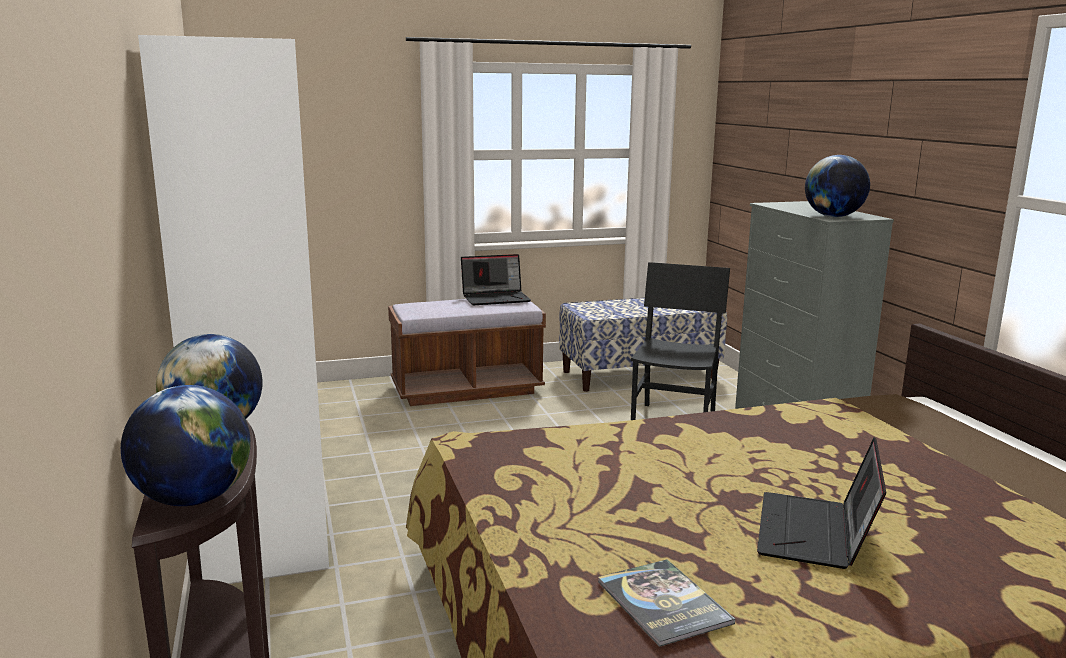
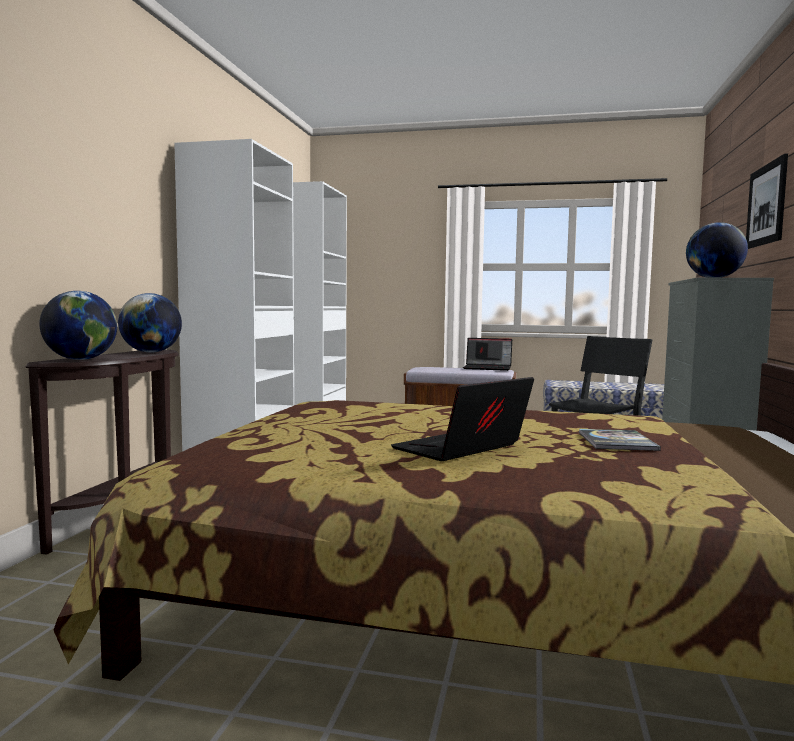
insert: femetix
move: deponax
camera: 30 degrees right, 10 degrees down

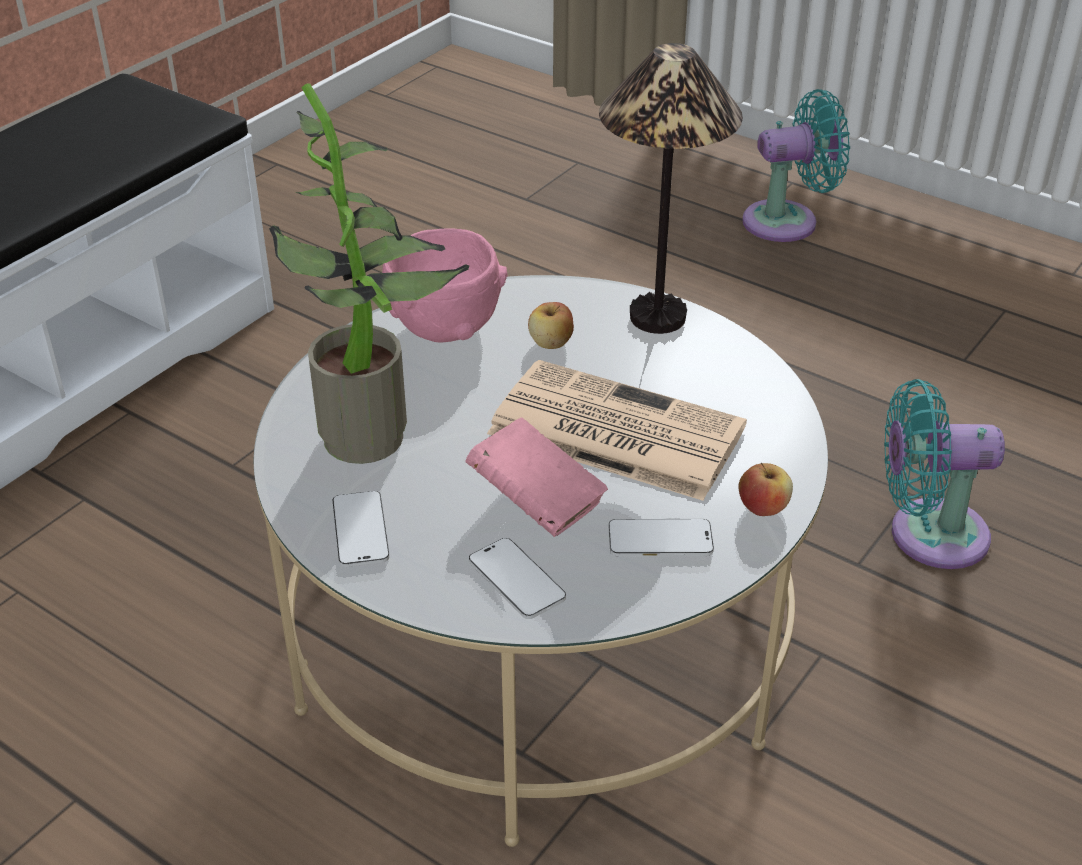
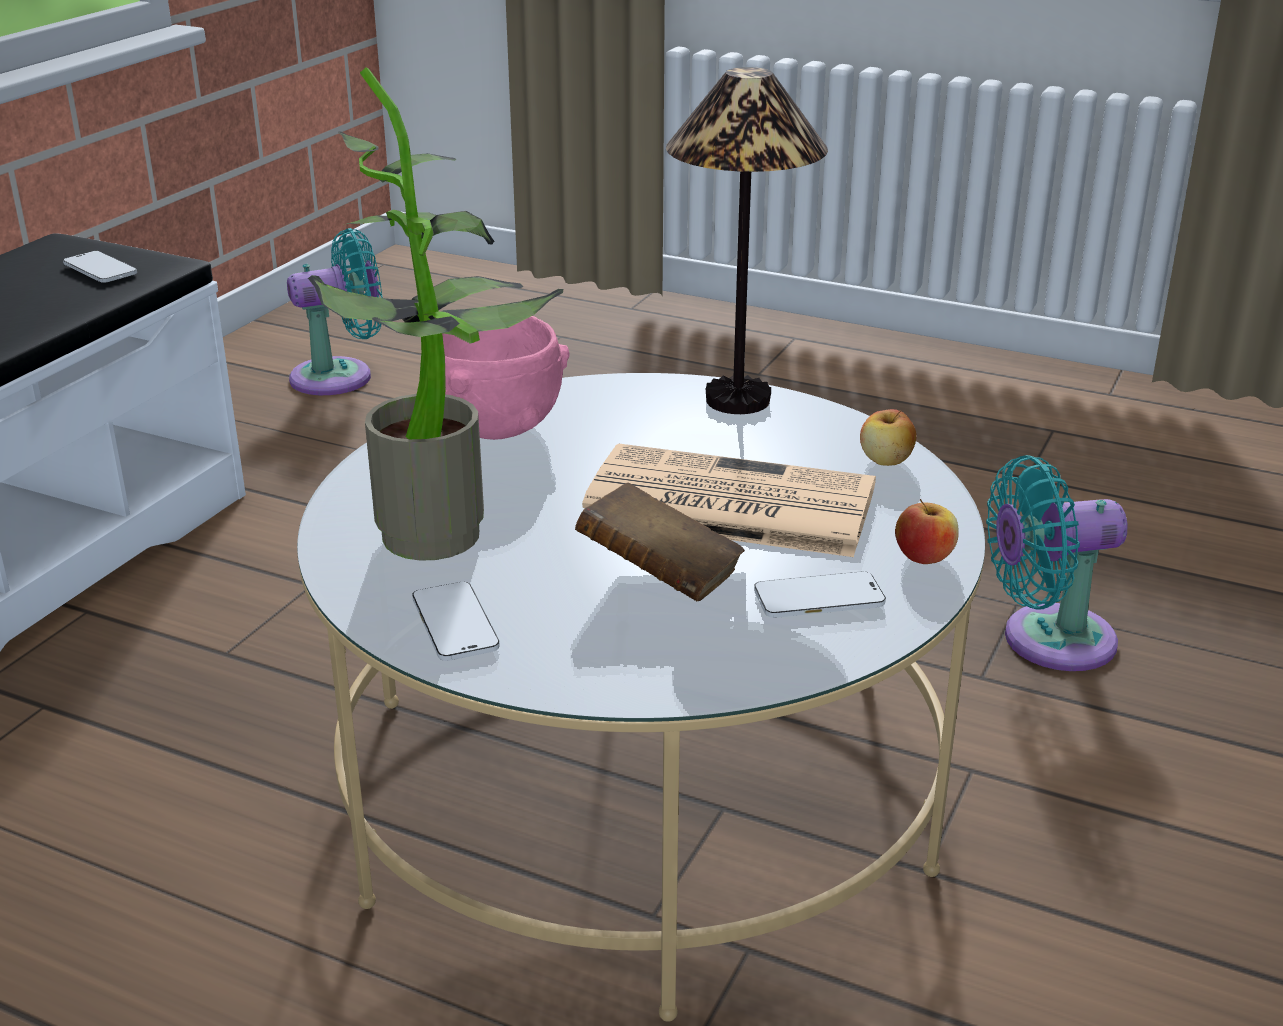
move: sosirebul (2nd from left in the first image) to sosirebul (1st from left); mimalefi (1st from left); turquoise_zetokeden (1st from left)
recolor: pink_deponax to brown_deponax
camera: 10 degrees left, 10 degrees down

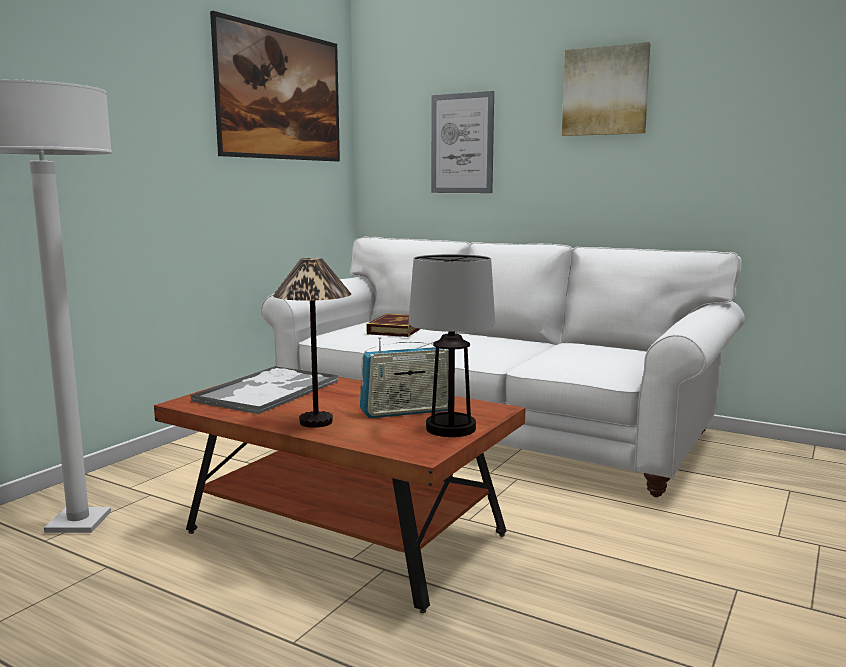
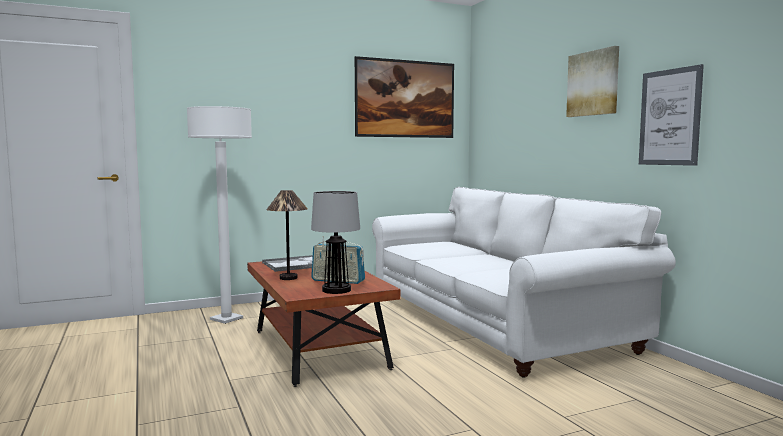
delete: deponax
move: femetix (2nd from left in the first image) to femetix (3rd from left)
camera: 35 degrees right, 5 degrees down

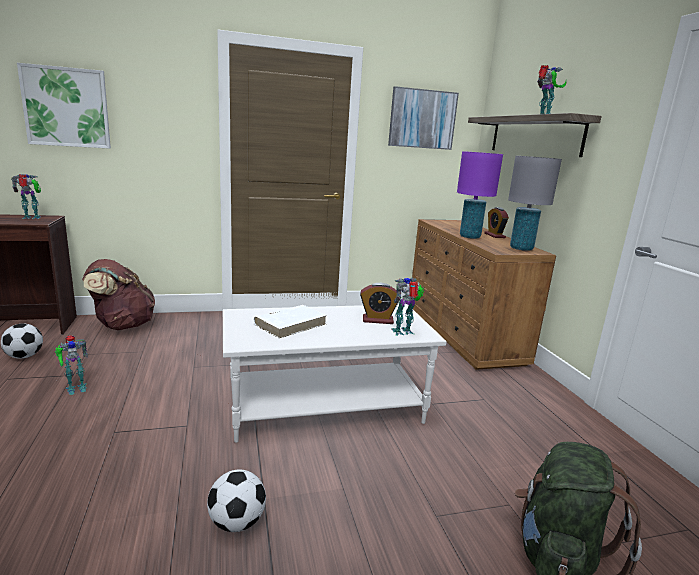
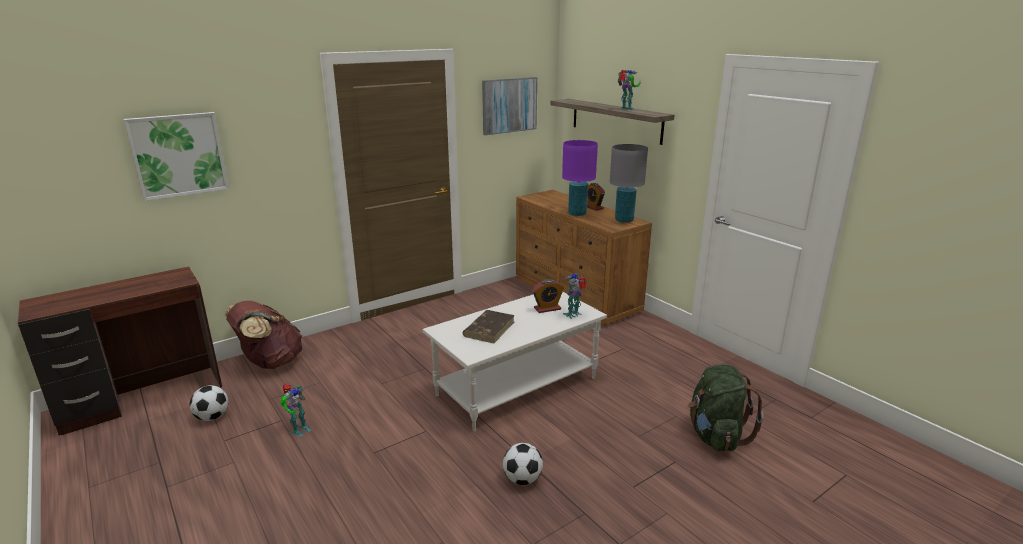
delete: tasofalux (1st from left)
recolor: white_deponax to brown_deponax
camera: 20 degrees left, 5 degrees up

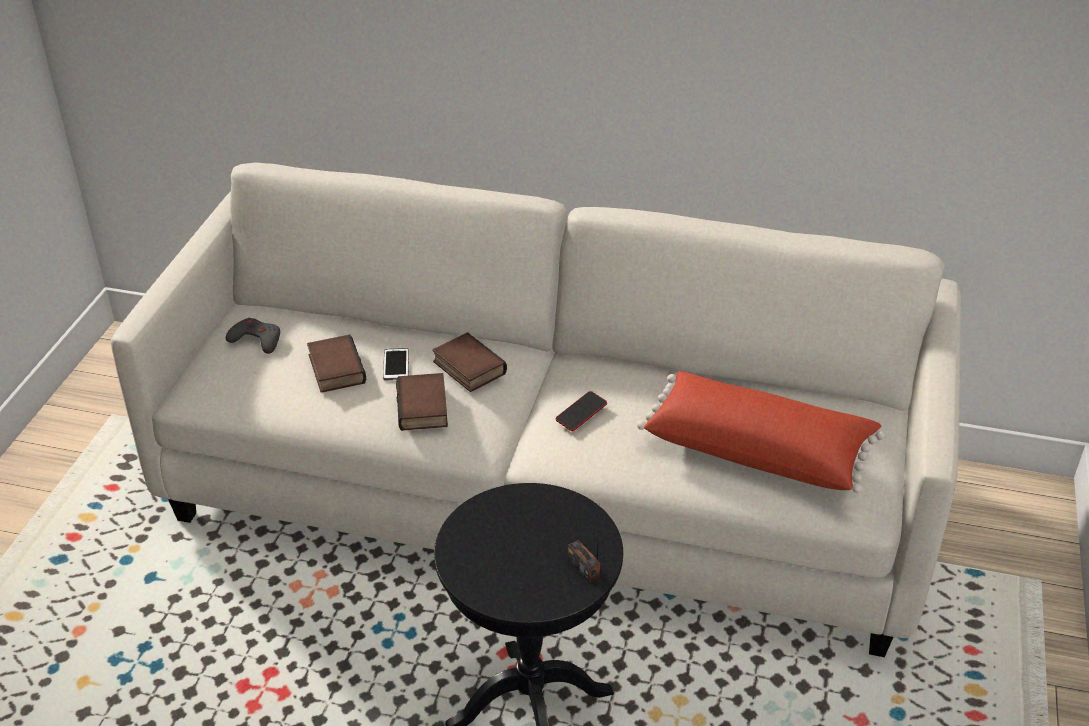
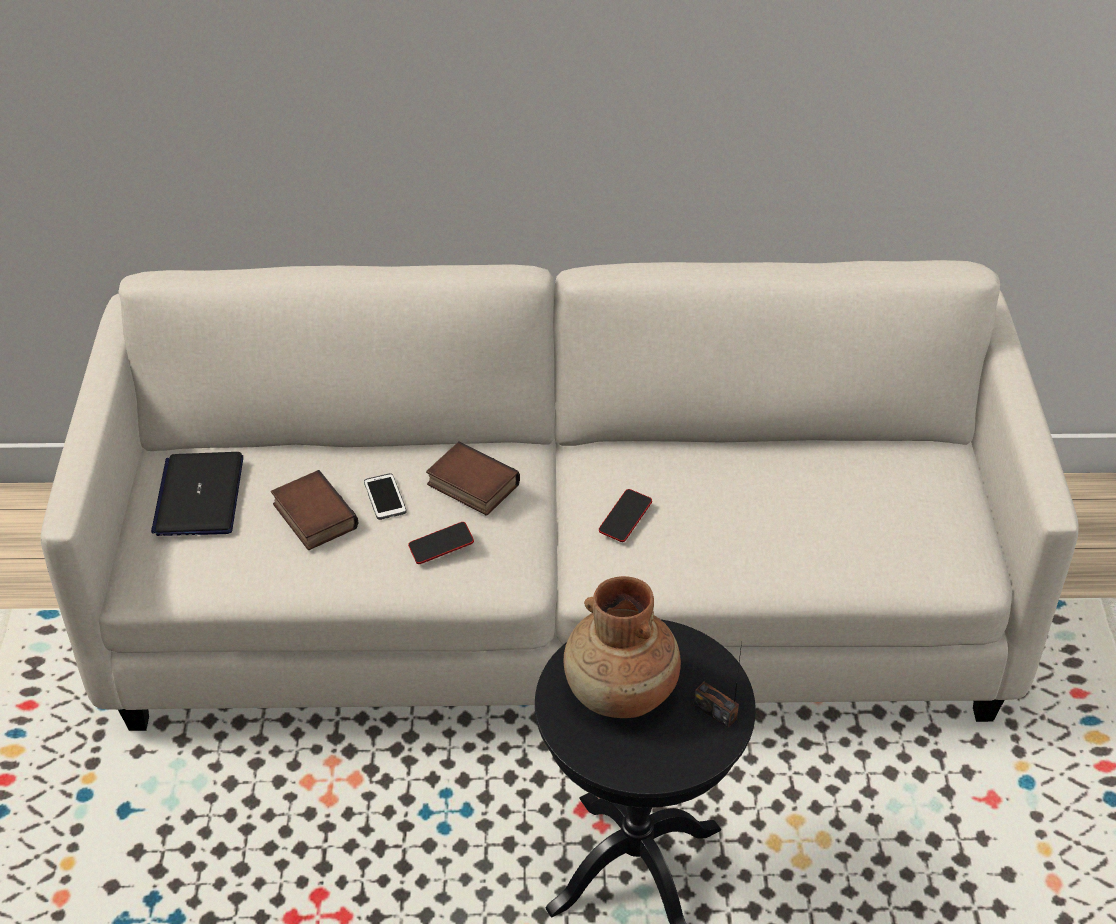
delete: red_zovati
insert: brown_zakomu
replace: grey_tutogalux to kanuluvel; deponax (2nd from left) to sosirebul (2nd from left)
camera: 15 degrees left, 5 degrees up

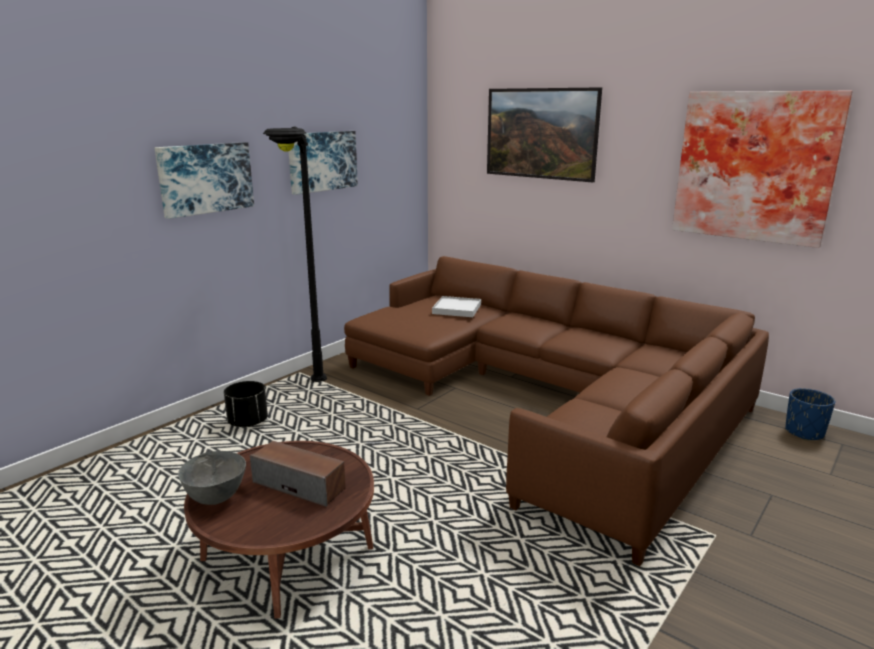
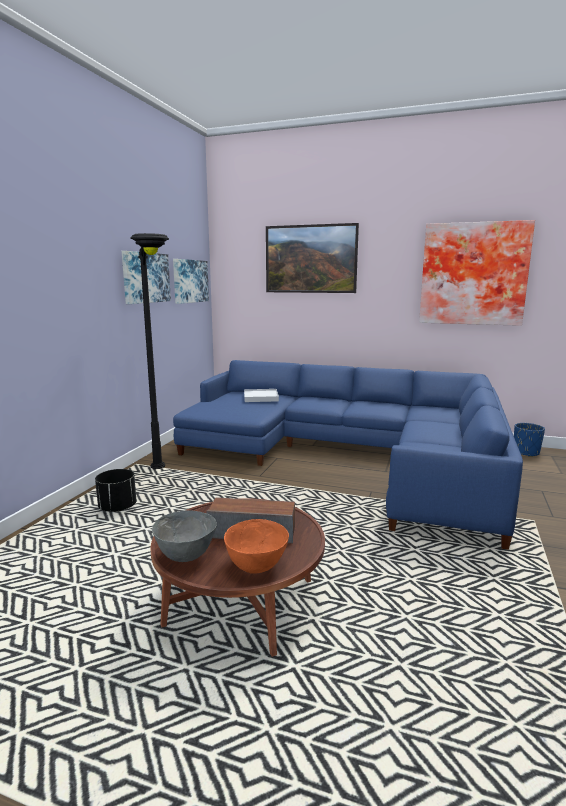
insert: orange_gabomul
move: femetix (1st from left in the first image) to femetix (2nd from left)
recolor: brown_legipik to blue_legipik
camera: 20 degrees left, 5 degrees down

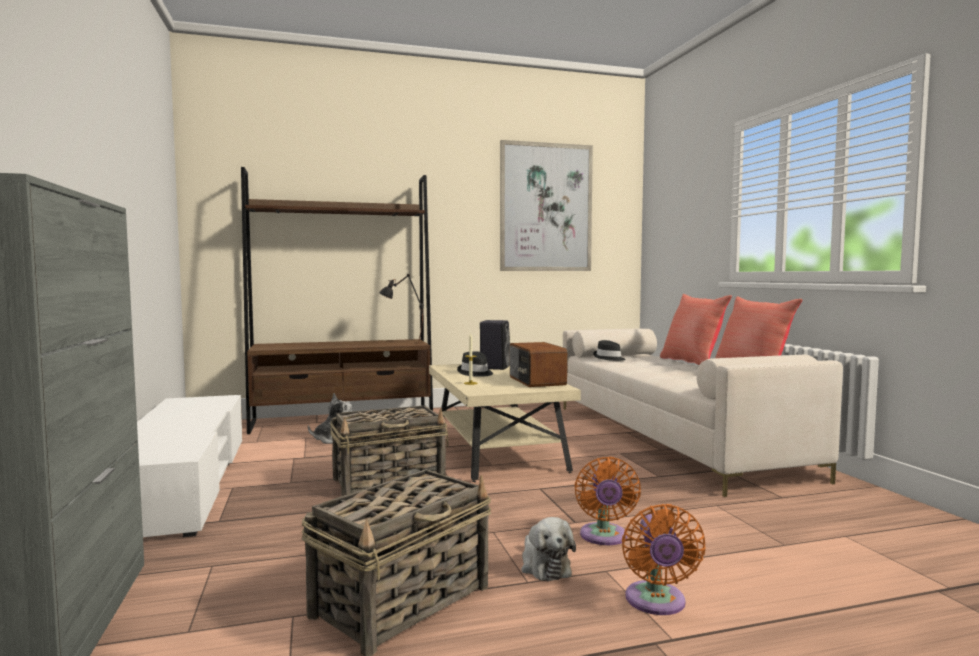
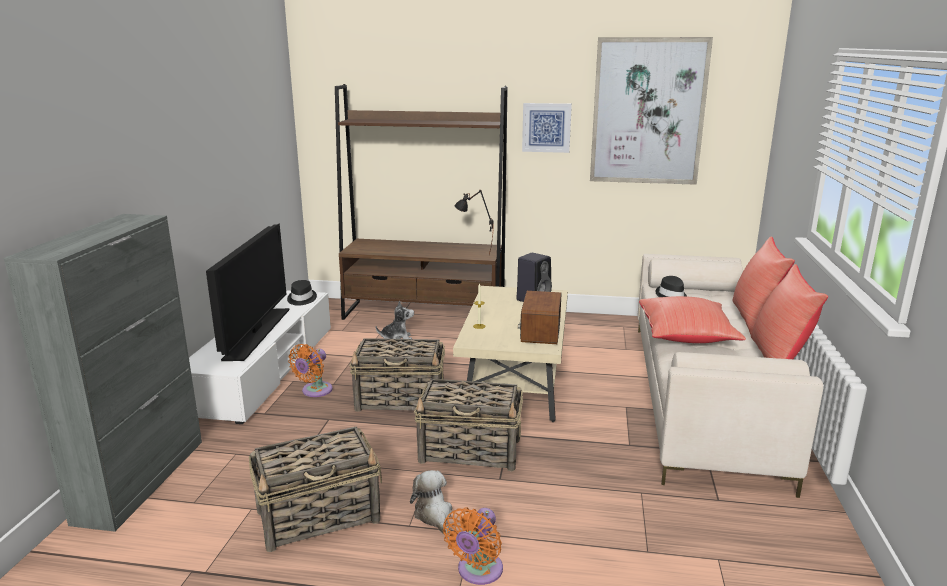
insert: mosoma; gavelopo (3rd from left); femetix (1st from left); red_zovati (1st from left)
move: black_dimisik (1st from left); orange_zetokeden (1st from left)
rotate: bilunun (2nd from left) 150 degrees clockwise
camera: 25 degrees right, 15 degrees up

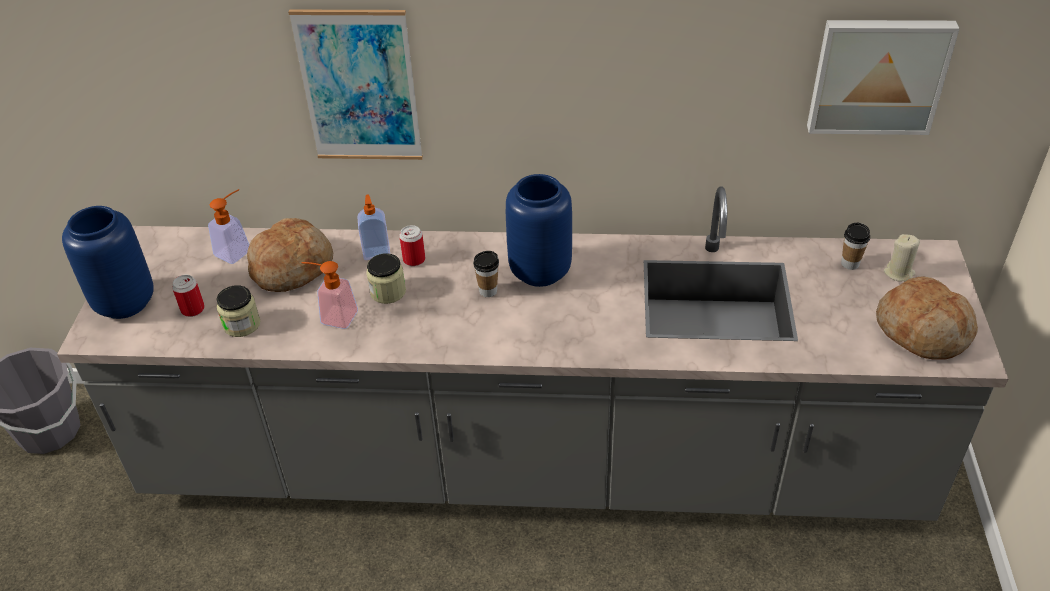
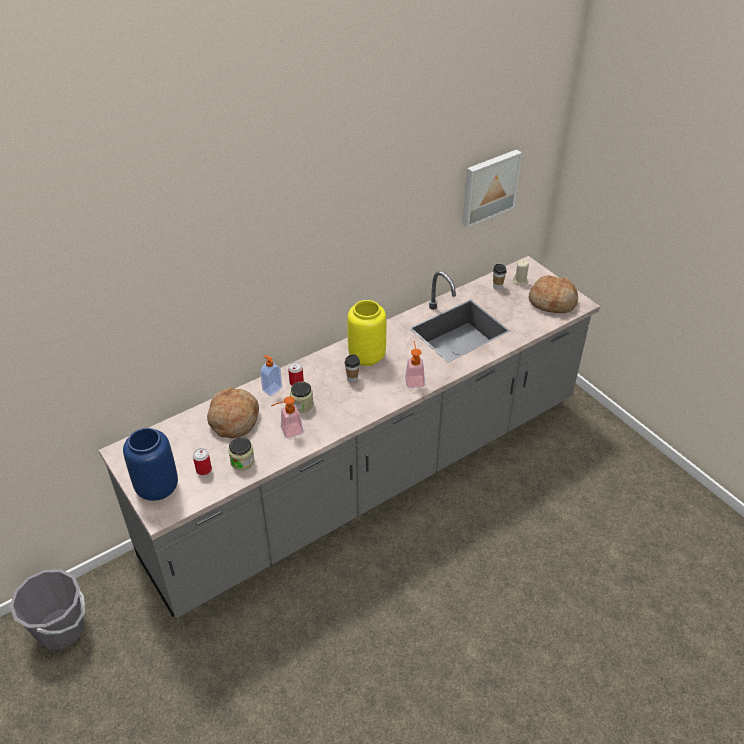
delete: femetix (1st from left)
move: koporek (1st from left in the first image) to koporek (3rd from left)
recolor: blue_zakomu (2nd from left) to yellow_zakomu
camera: 40 degrees left, 0 degrees up

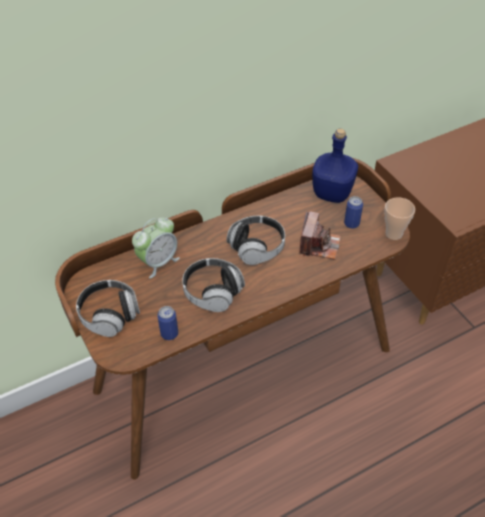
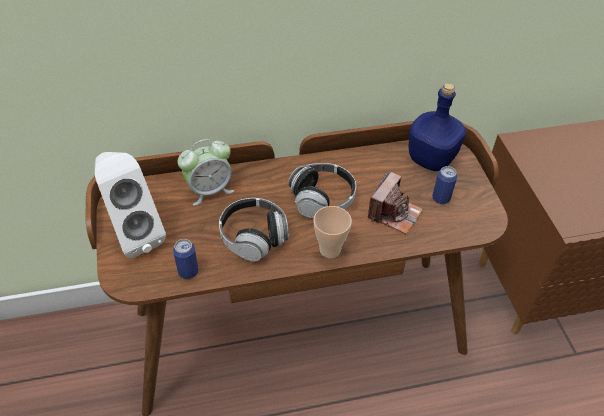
move: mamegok
replace: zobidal (1st from left) to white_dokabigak
camera: 15 degrees right, 0 degrees up

